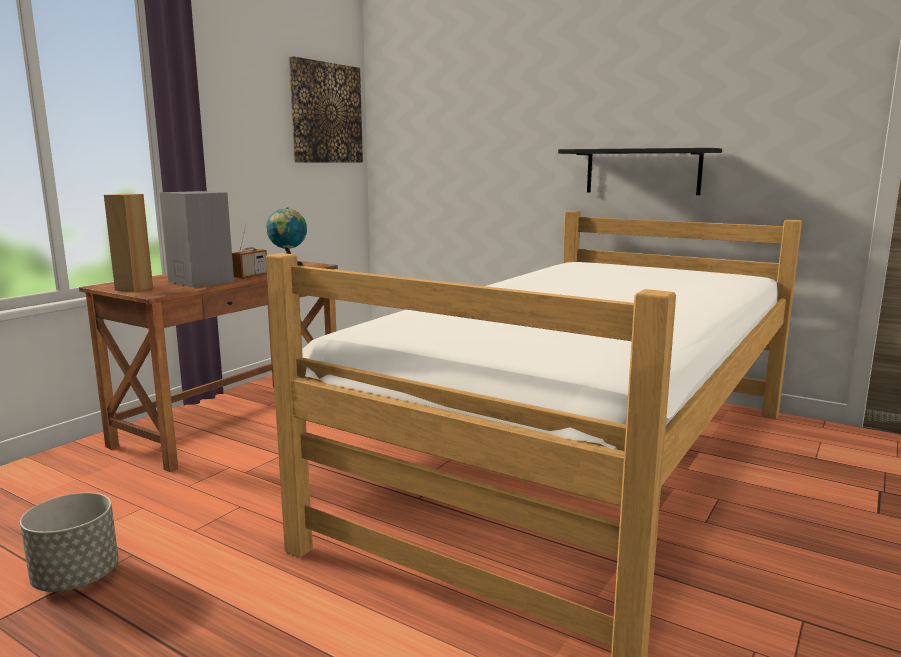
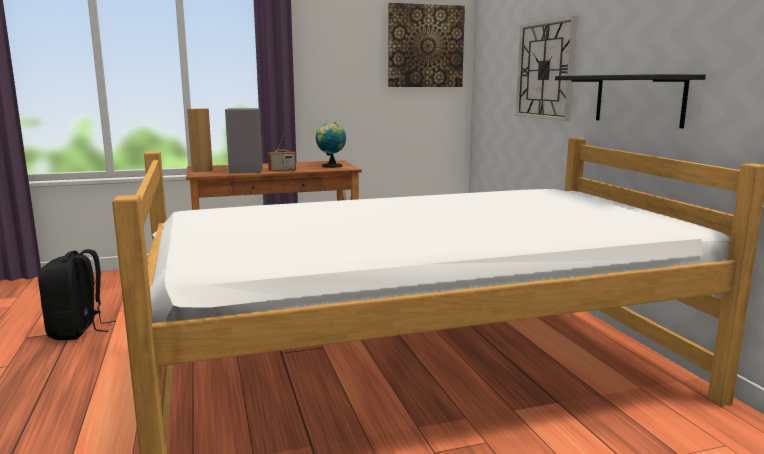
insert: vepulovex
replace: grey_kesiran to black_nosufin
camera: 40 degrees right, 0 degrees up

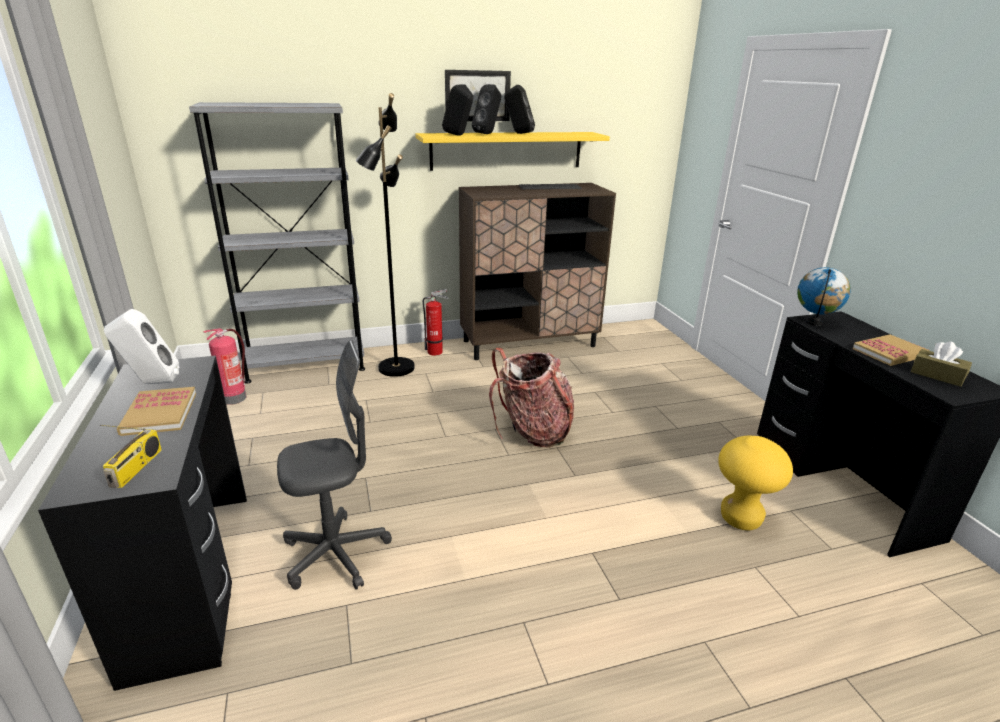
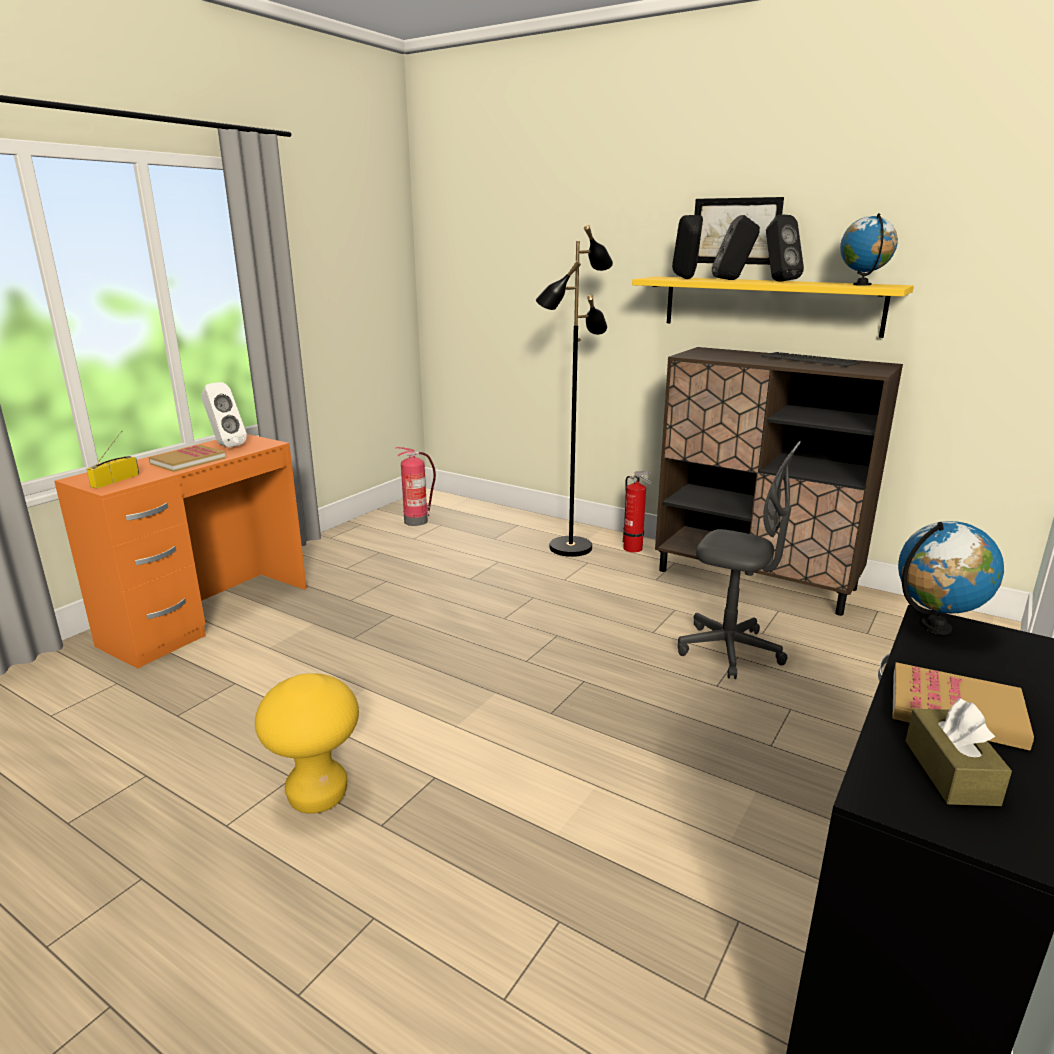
delete: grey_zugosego; nosufin
insert: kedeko (1st from left)
move: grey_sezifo; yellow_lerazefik
recolor: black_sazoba (1st from left) to orange_sazoba
rotate: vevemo 150 degrees clockwise
camera: 50 degrees right, 5 degrees down

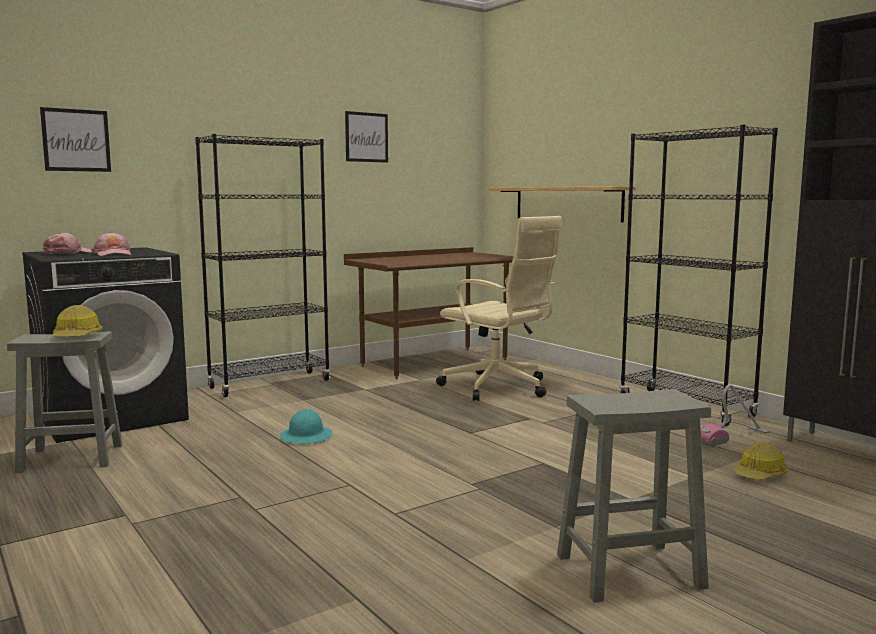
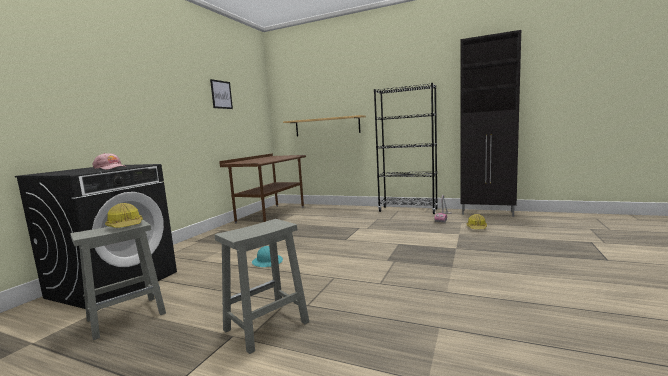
delete: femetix (1st from left); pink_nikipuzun (1st from left); black_zugosego (1st from left); beige_sezifo
move: grey_lerazefik (2nd from left)
camera: 30 degrees left, 0 degrees up

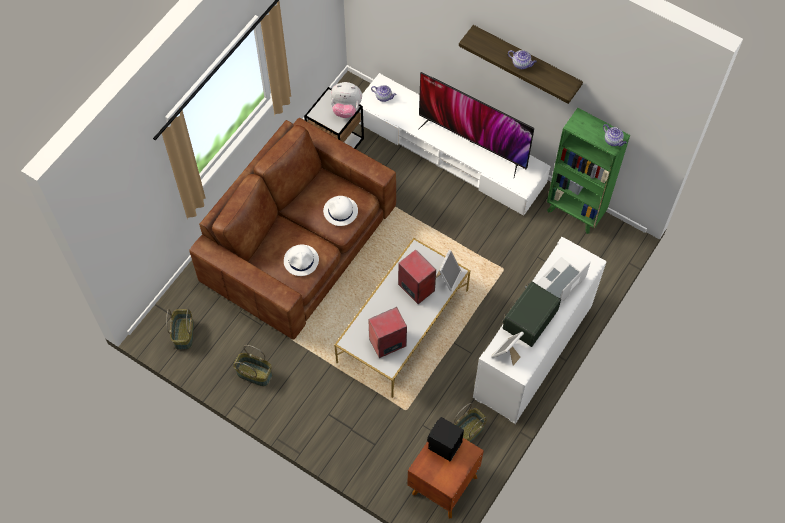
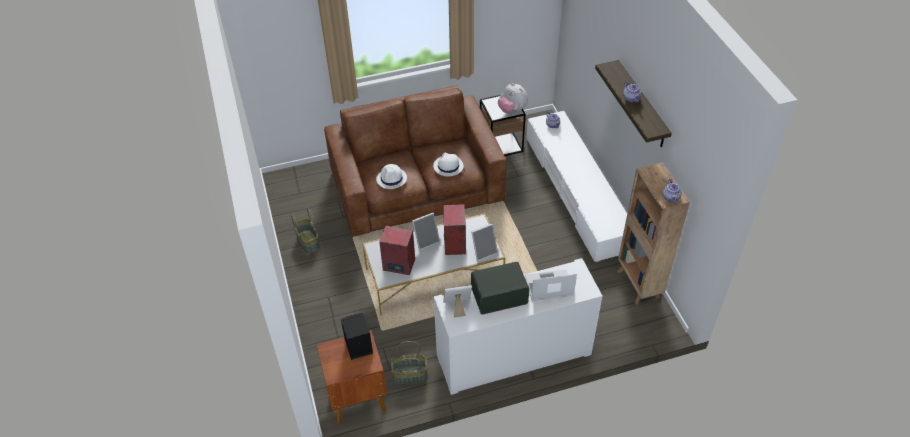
delete: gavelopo (1st from left); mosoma
insert: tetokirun (1st from left)
recolor: green_zugosego to brown_zugosego
camera: 40 degrees right, 15 degrees down

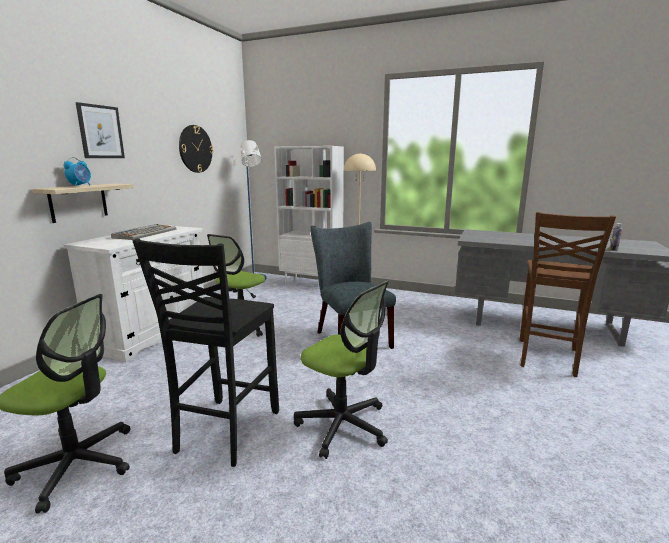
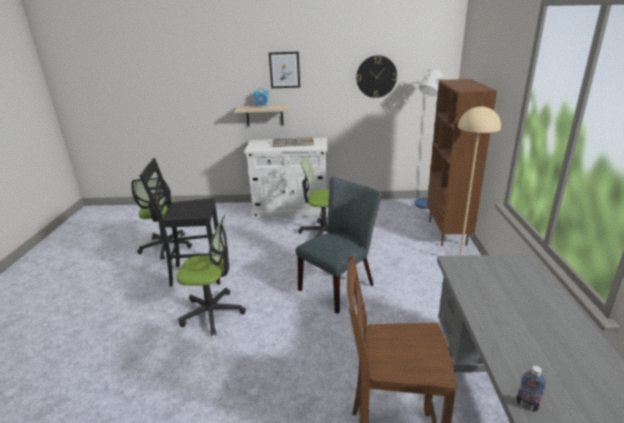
recolor: white_zugosego to brown_zugosego
rotate: sezifo (3rd from left in the first image) 105 degrees counterclockwise
camera: 70 degrees right, 10 degrees up

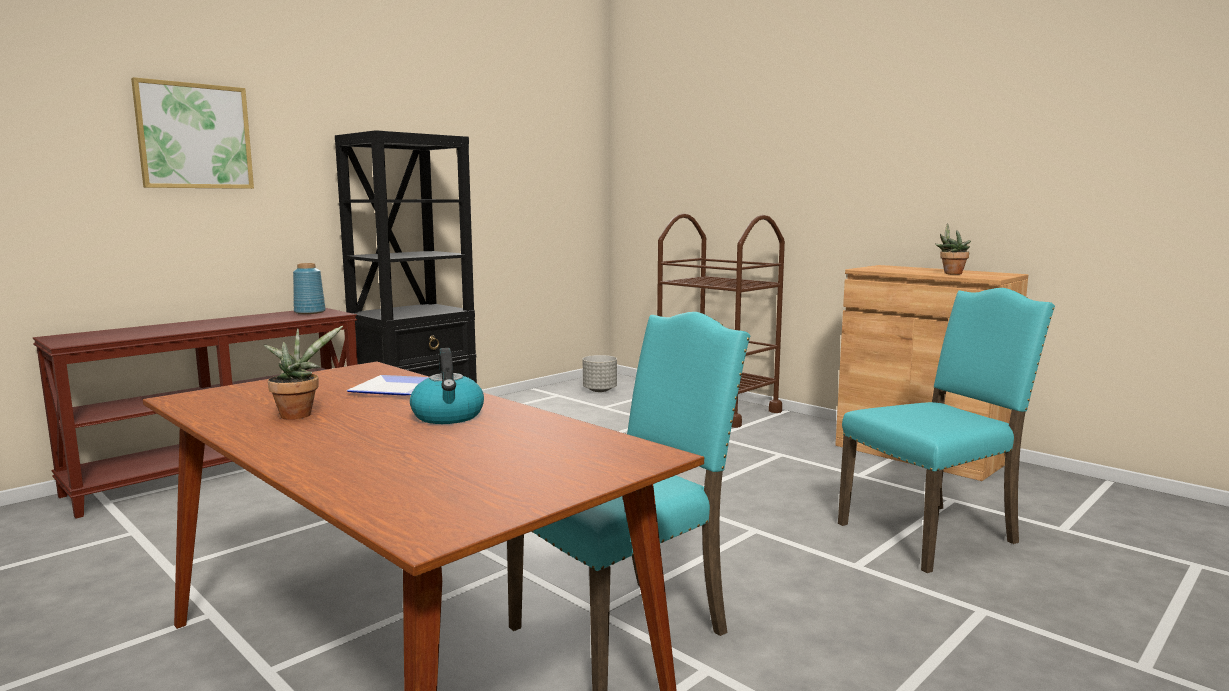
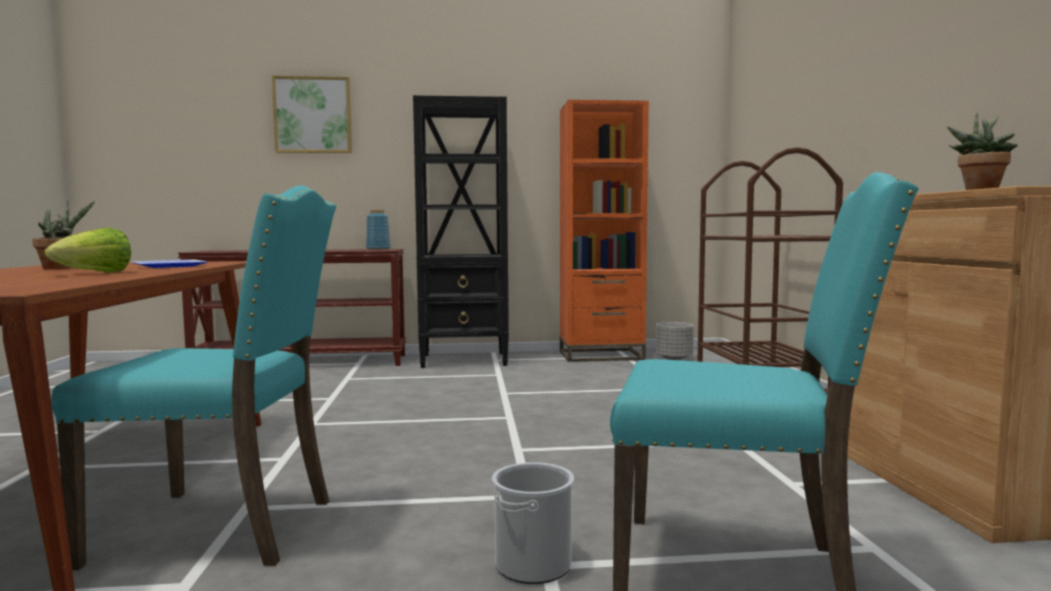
insert: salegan; orange_zugosego
replace: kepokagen to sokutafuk
camera: 40 degrees right, 5 degrees down

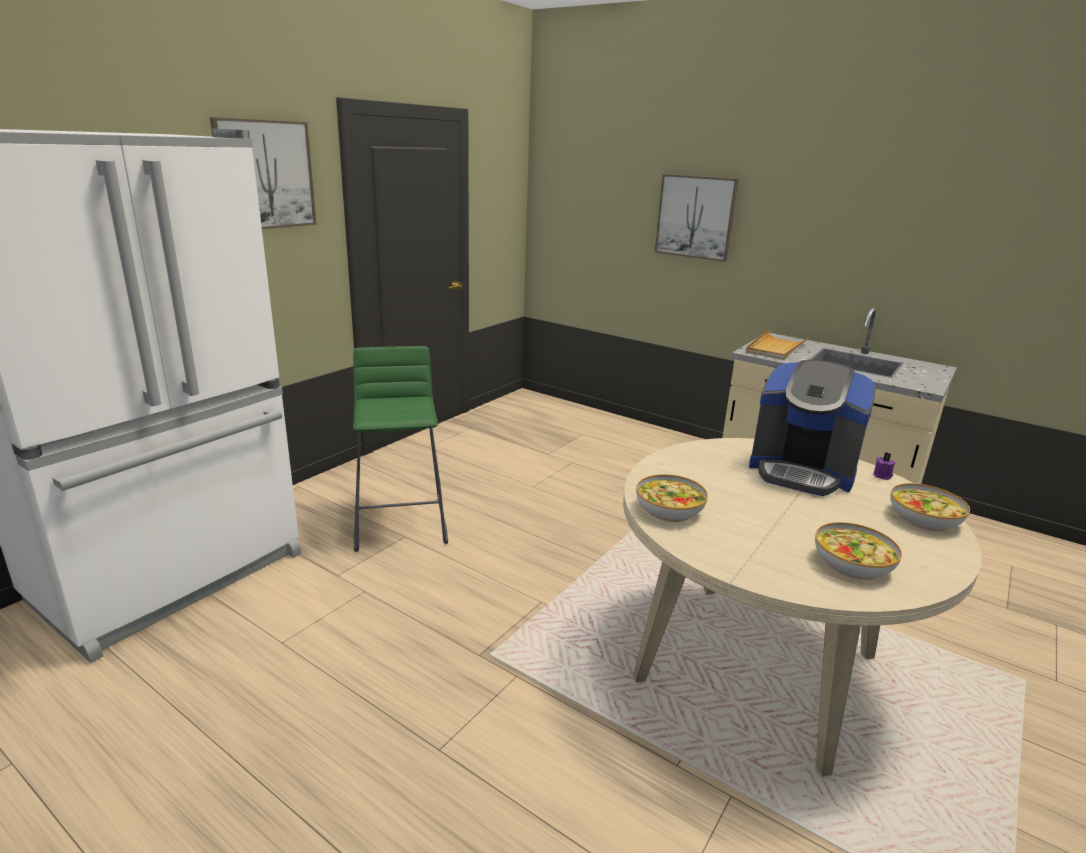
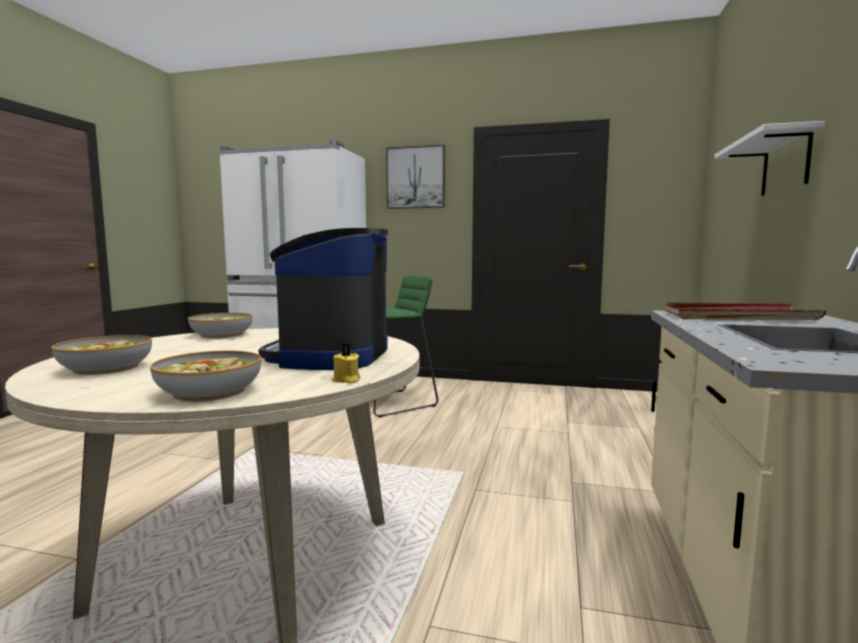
replace: femetix (2nd from left) to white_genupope
recolor: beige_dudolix to red_dudolix; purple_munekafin to yellow_munekafin
camera: 70 degrees right, 15 degrees down

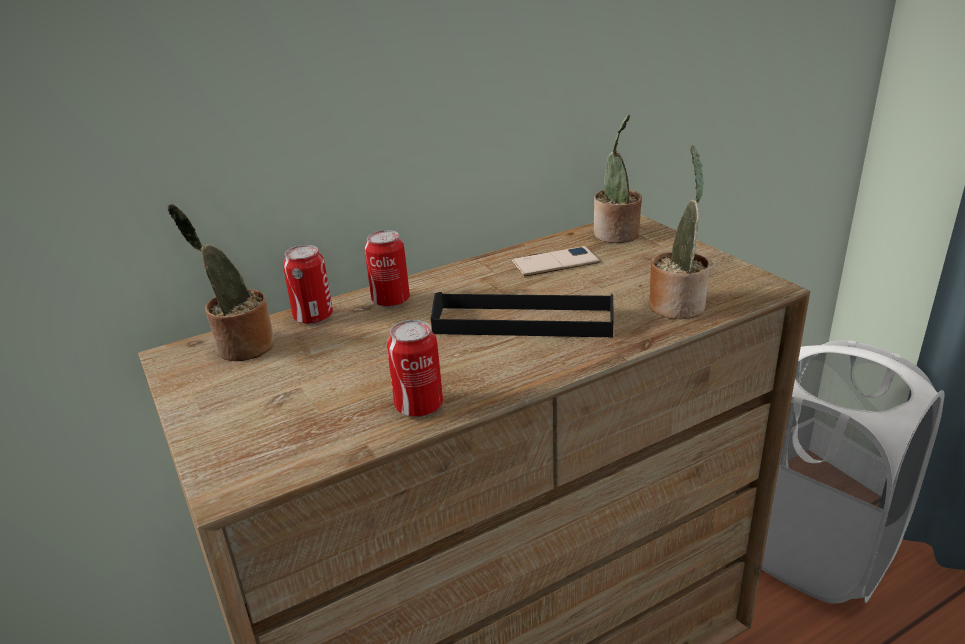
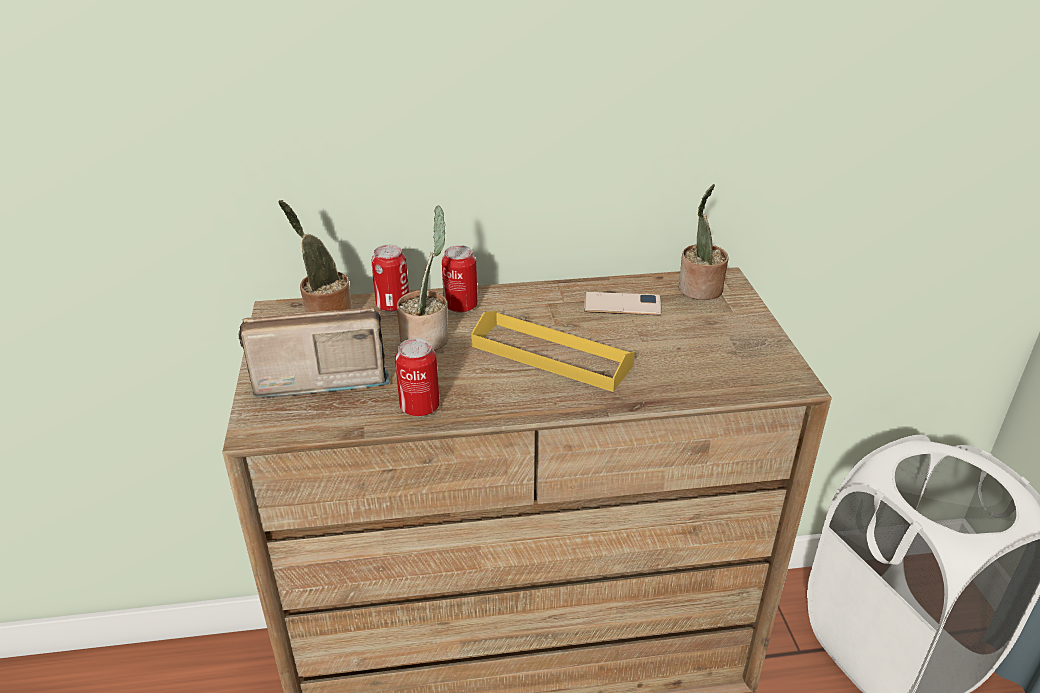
insert: vevemo
move: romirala (3rd from left in the first image) to romirala (2nd from left)
recolor: black_dudolix to yellow_dudolix
camera: 20 degrees right, 5 degrees up

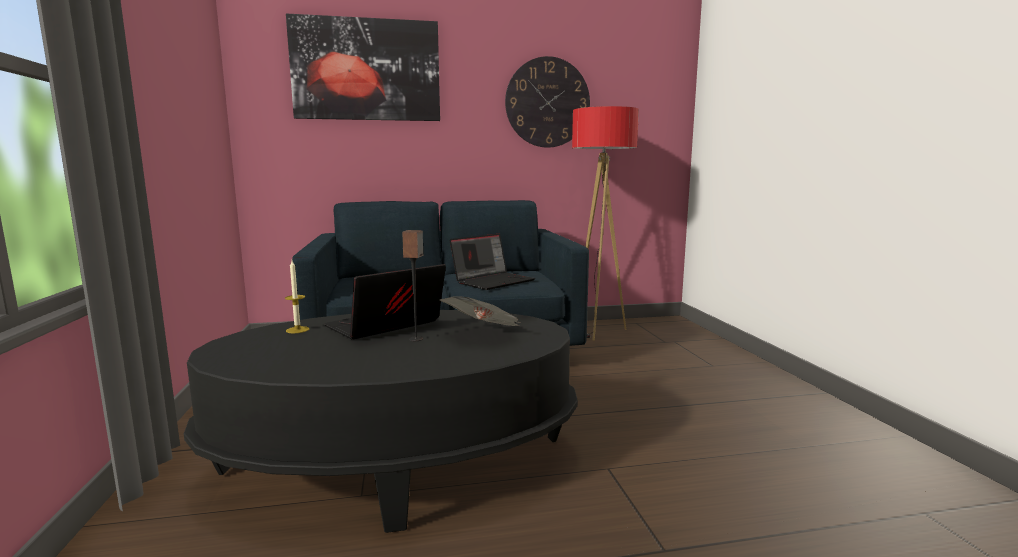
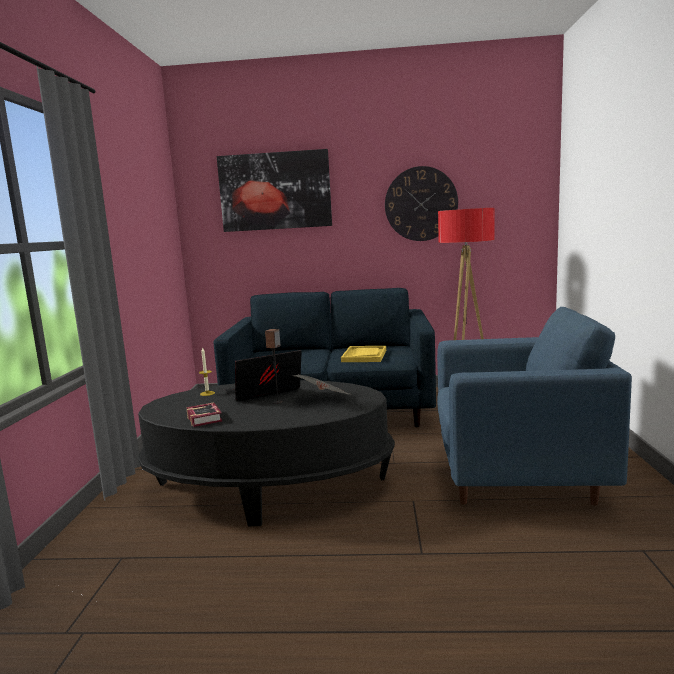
insert: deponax; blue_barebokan
replace: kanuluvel (2nd from left) to yellow_dudolix
camera: 15 degrees right, 0 degrees up

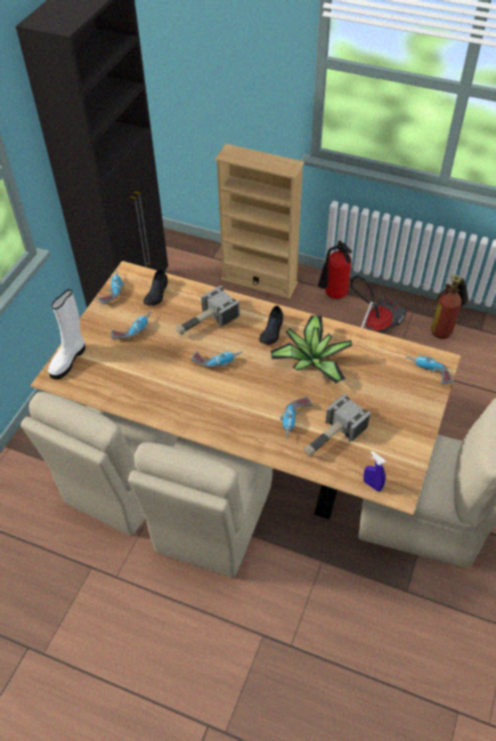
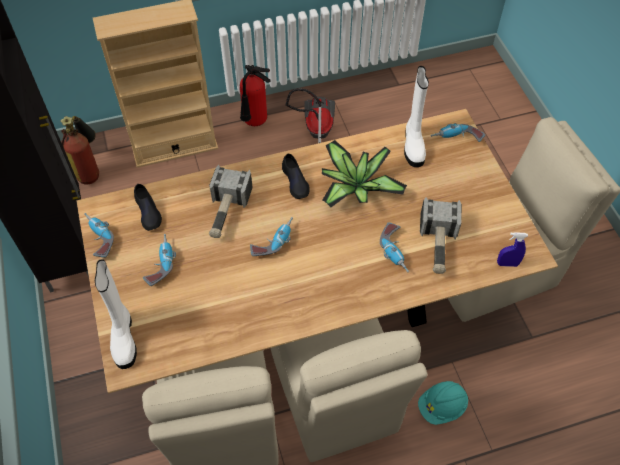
insert: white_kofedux (2nd from left); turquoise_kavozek
move: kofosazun (2nd from left in the first image) to kofosazun (1st from left)
camera: 40 degrees left, 5 degrees up

